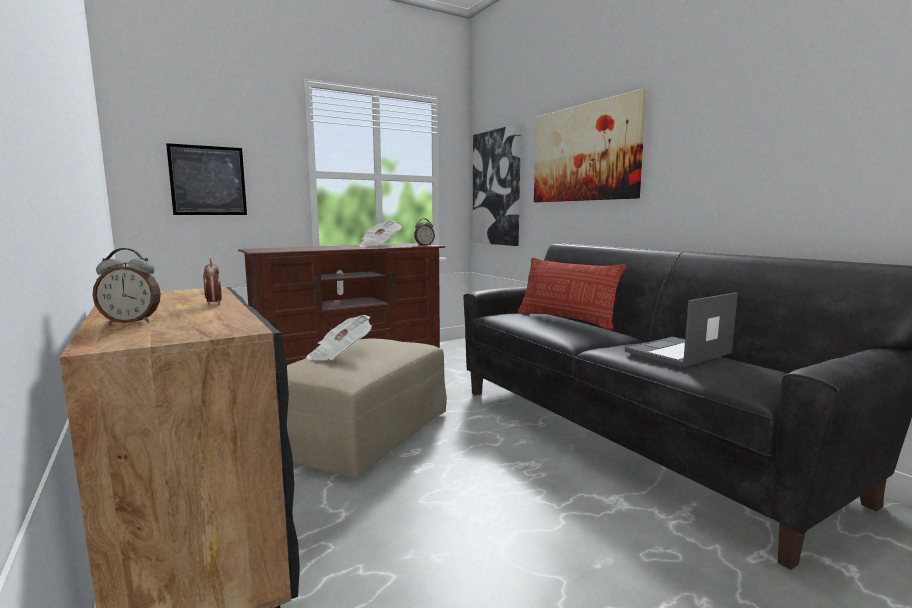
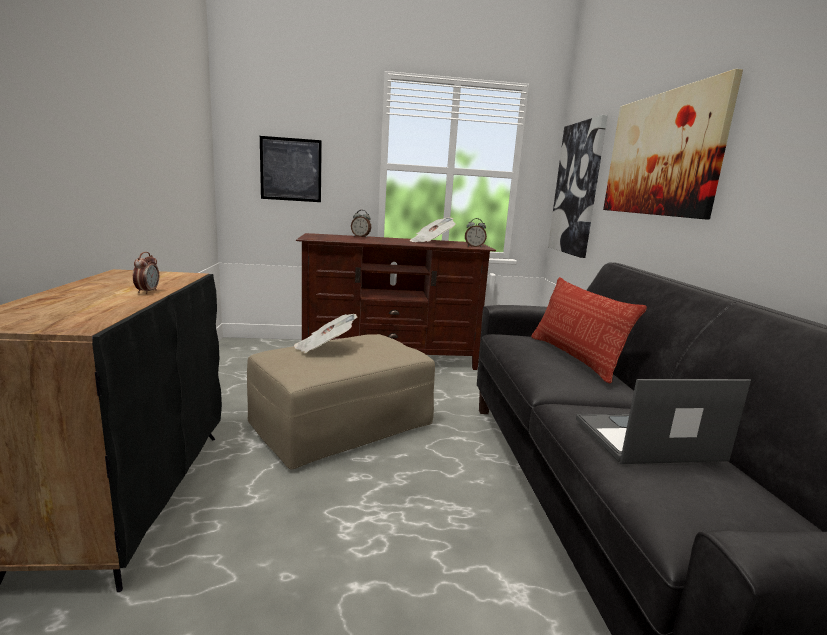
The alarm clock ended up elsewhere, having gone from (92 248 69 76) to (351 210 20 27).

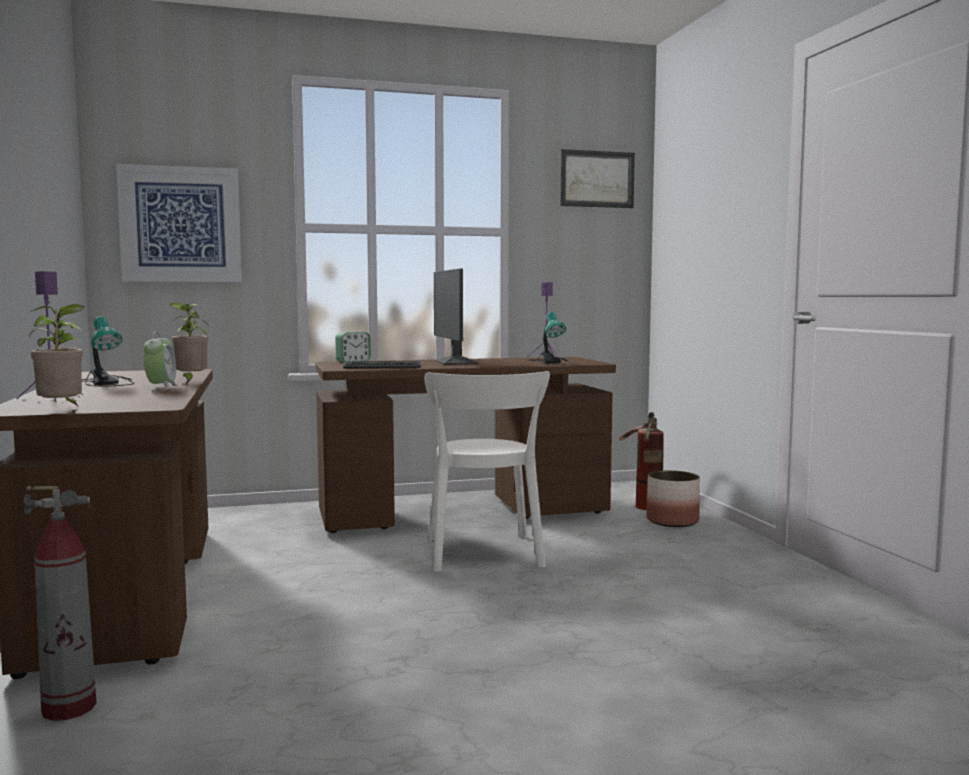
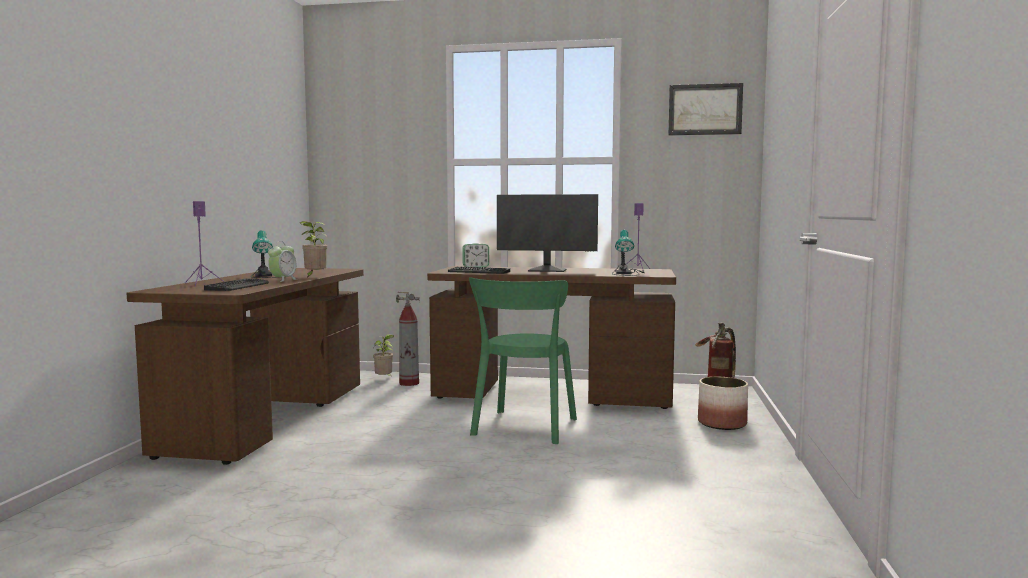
The second view lost the wall picture at (116 164 126 118).
The computer display at (434 268 45 97) ended up facing another way, 90 degrees counterclockwise from before.
The houseplant ended up elsewhere, having gone from (29 304 56 103) to (373 334 21 43).
What was the chair (white-coloured) at (424 371 126 201) turned into the chair (green) at (469 277 108 167).
The fire-fighting cylinder ended up elsewhere, having gone from (24 486 72 235) to (396 292 24 94).
The second view gained the computer keyboard at (204 278 65 13).

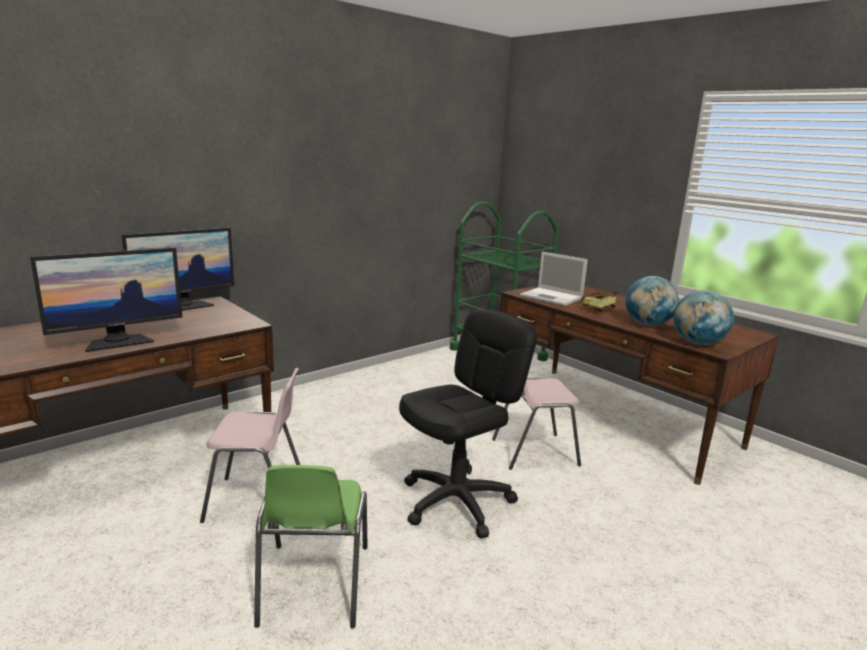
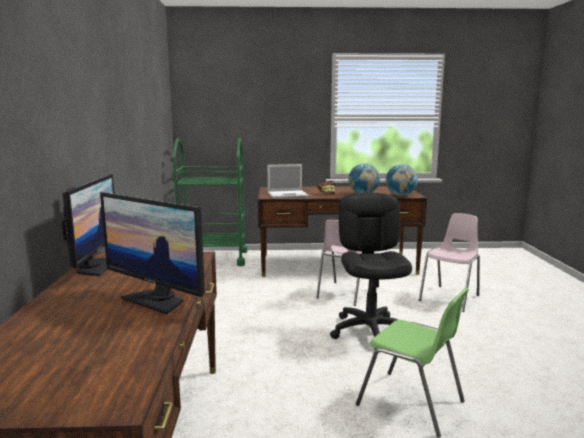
The computer display at (30 248 152 104) ended up facing another way, 120 degrees clockwise from before.
The chair (pinkish) ended up elsewhere, having gone from (200 368 100 155) to (419 213 61 99).

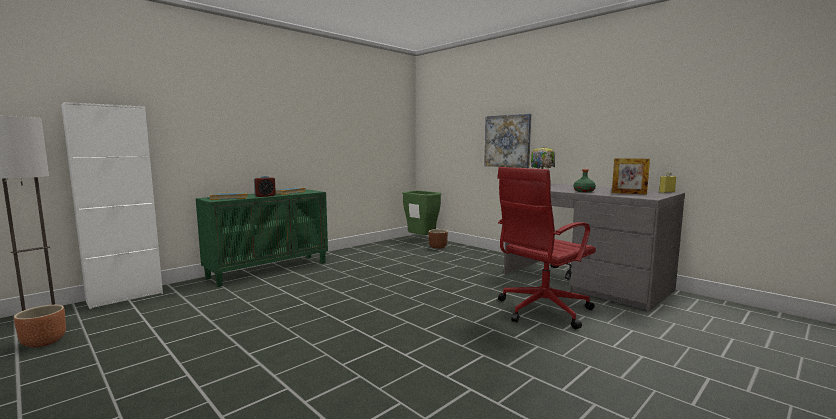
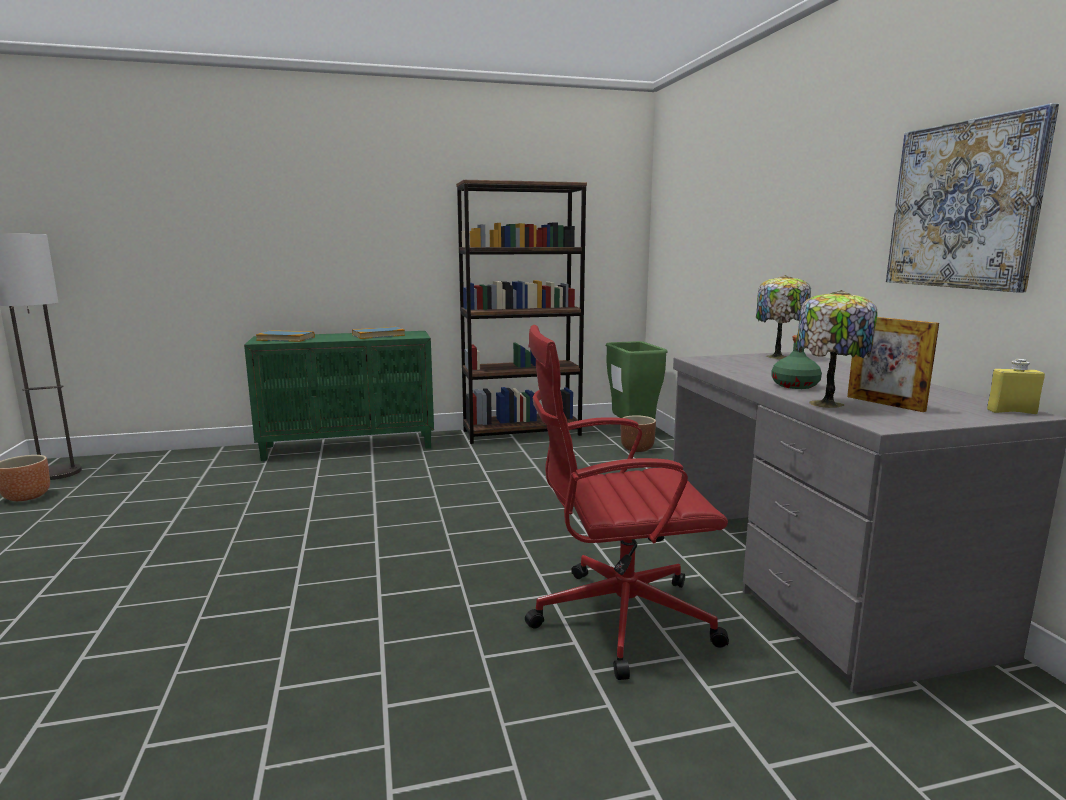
The second view lost the storage cabinet (white-coloured) at (61 102 102 207).
The wall picture ended up elsewhere, having gone from (484 114 47 54) to (886 103 173 190).
The second view lost the alarm clock at (254 176 22 21).
The second view gained the shelving unit (brown) at (456 180 131 264).
The second view gained the table lamp at (796 290 82 118).

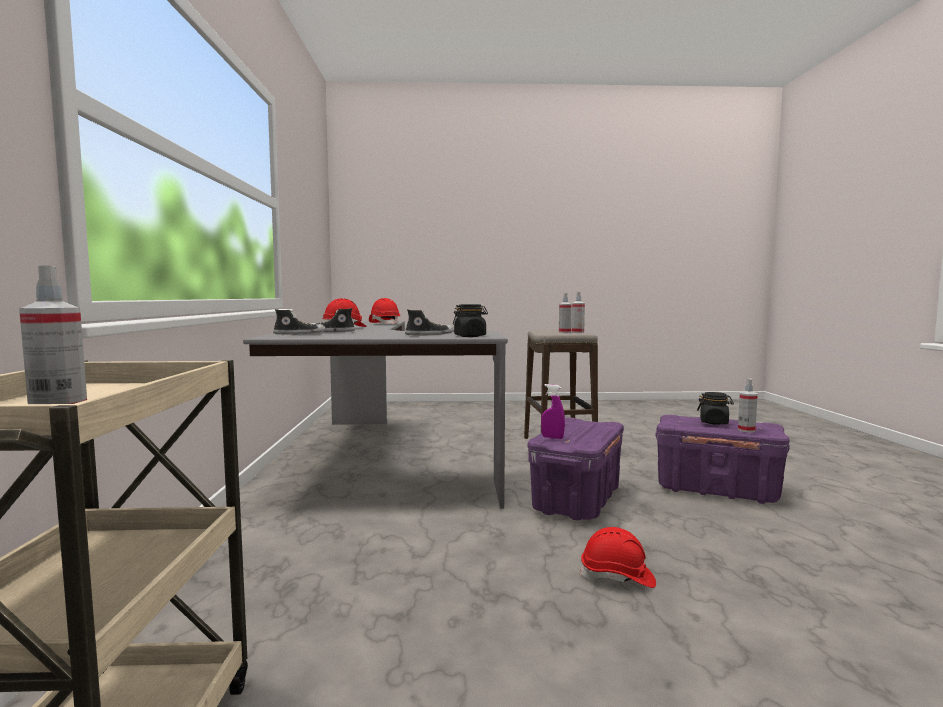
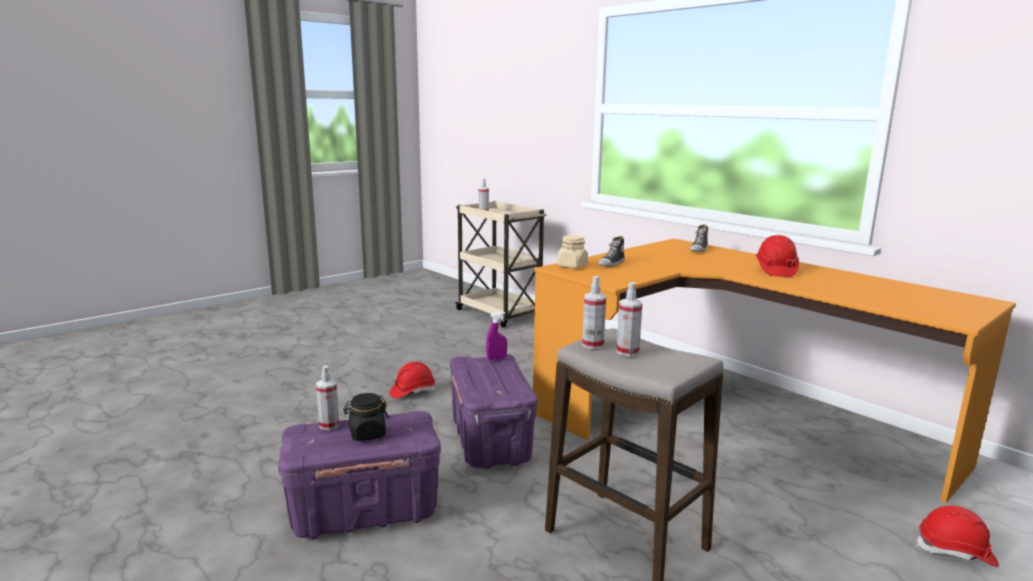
The work helmet (red) ended up elsewhere, having gone from (369 298 31 27) to (916 506 83 61).
What was the storage jar (black) at (453 304 35 33) turned into the storage jar (sand-coloured) at (557 235 31 33).
The second view lost the shoe at (311 308 44 24).
What was the desk table (grey) at (243 321 265 188) turned into the desk table (orange-coloured) at (533 239 483 264).

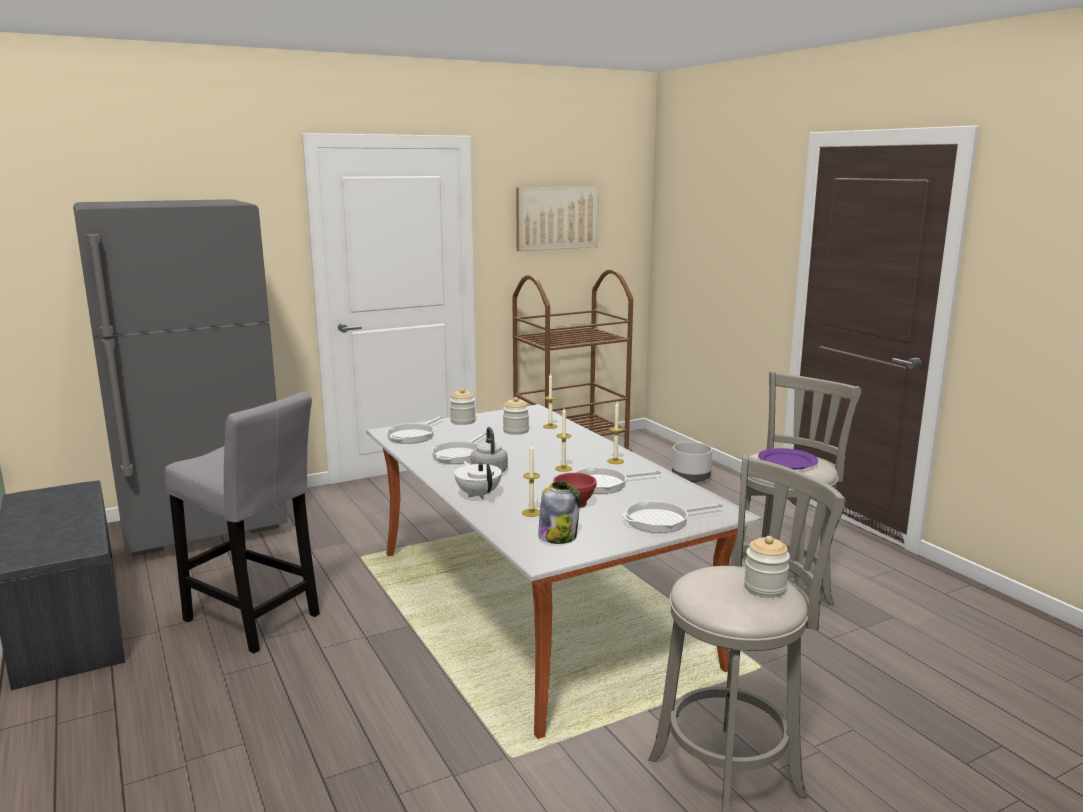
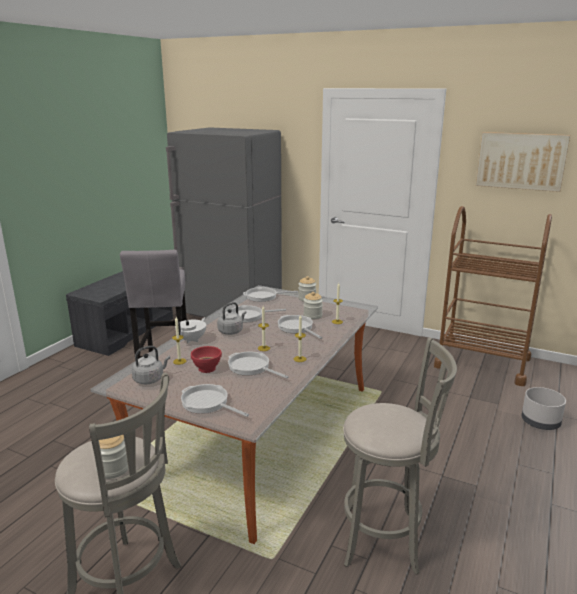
The second view lost the plate (purplish) at (758 448 60 22).
Where the storage jar stood at (538 481 42 63), the tea kettle (grey) came to stand at (132 346 38 38).
The second view gained the skillet at (278 315 44 24).

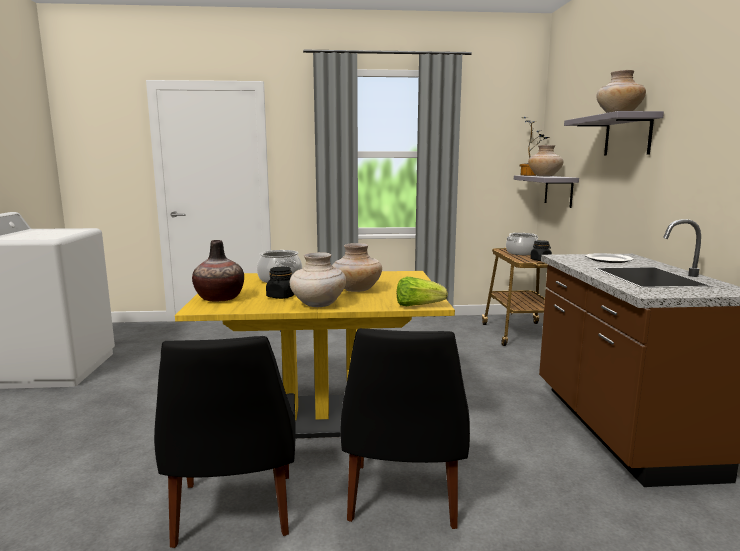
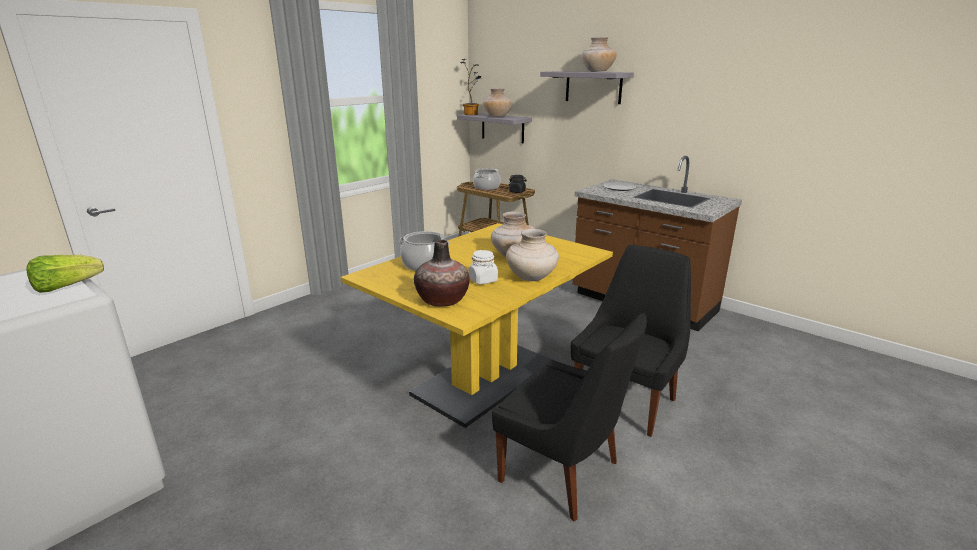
What was the storage jar (black) at (266 267 29 32) turned into the storage jar (white-coloured) at (469 250 29 34).
The lettuce head ended up elsewhere, having gone from (397 277 51 29) to (26 255 78 38).
The chair (black) at (341 328 129 201) ended up facing another way, 105 degrees counterclockwise from before.

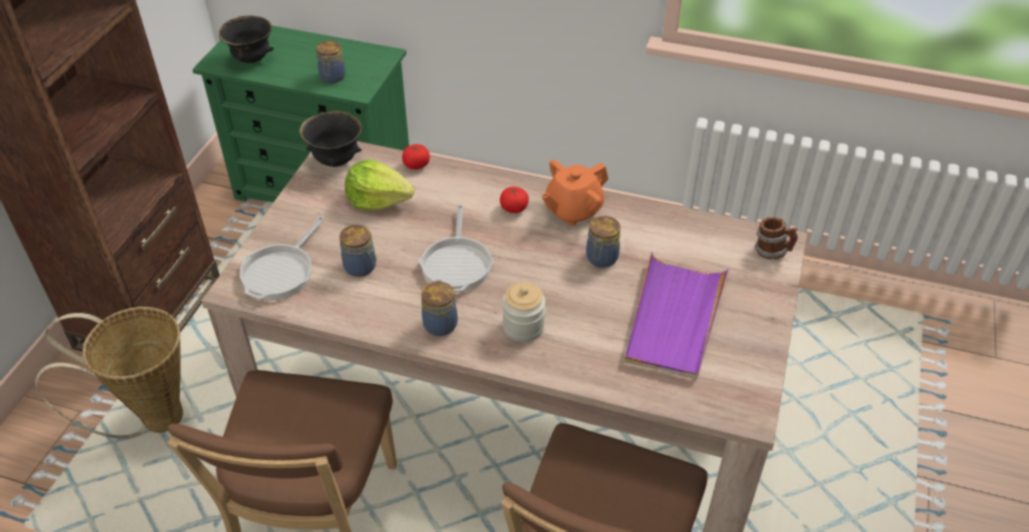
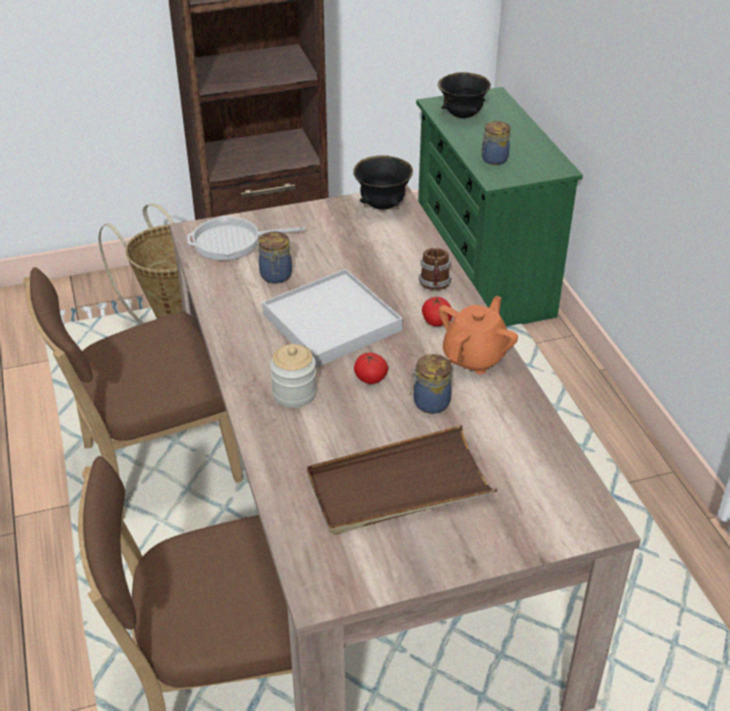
The tomato ended up elsewhere, having gone from (402 144 28 26) to (354 353 34 31).
The second view lost the lettuce head at (345 159 70 52).
The tea pot (orange-coloured) at (541 160 67 66) ended up facing another way, 105 degrees clockwise from before.
Where the skillet stood at (419 205 75 87), the carrying tray (white-coloured) came to stand at (262 269 140 99).
The tea mug ended up elsewhere, having gone from (755 217 43 42) to (419 248 33 42).
What was the carrying tray (purplish) at (624 252 105 127) turned into the carrying tray (brown) at (307 425 190 110).
The second view lost the storage jar at (421 280 37 56).

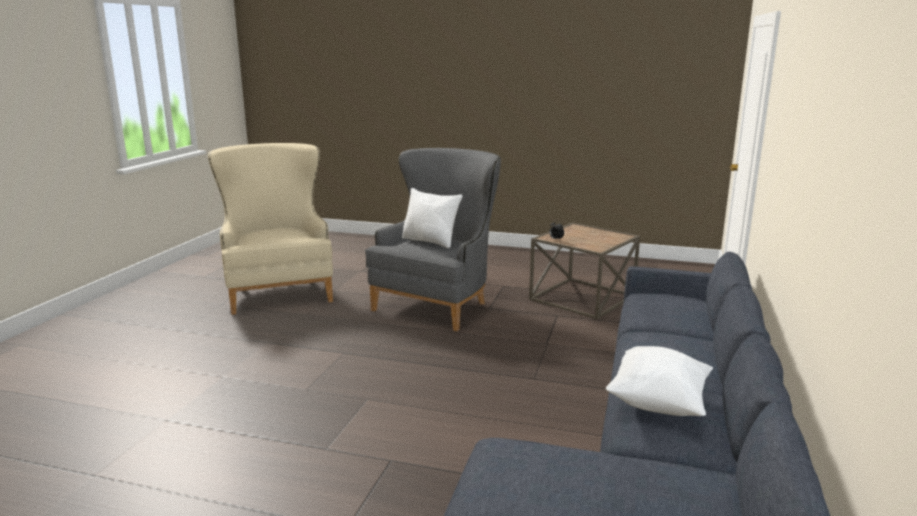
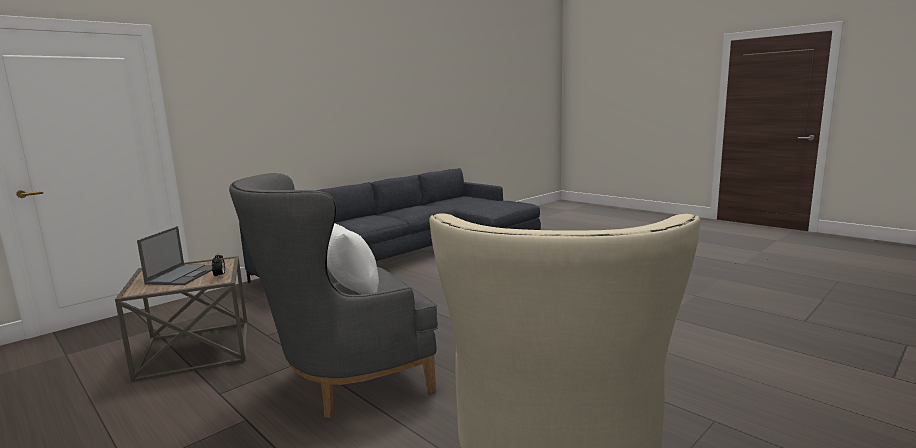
The second view lost the pillow (white-coloured) at (606 346 107 70).
The second view gained the laptop at (137 226 75 59).

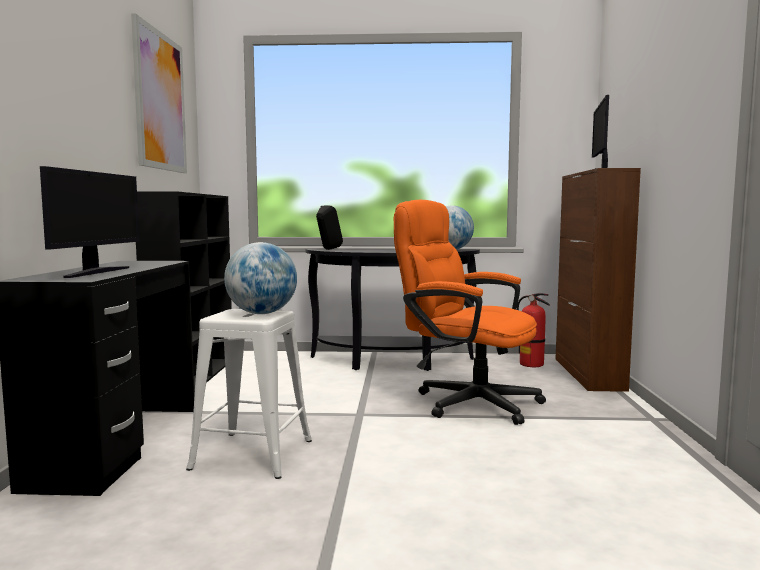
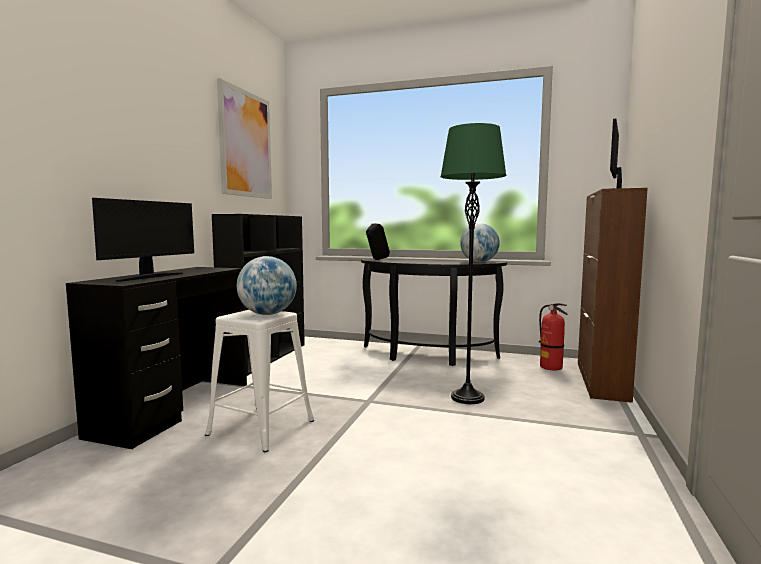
Where the desk chair (orange-coloured) stood at (394 200 152 225), the standard lamp (green) came to stand at (441 123 65 281).

